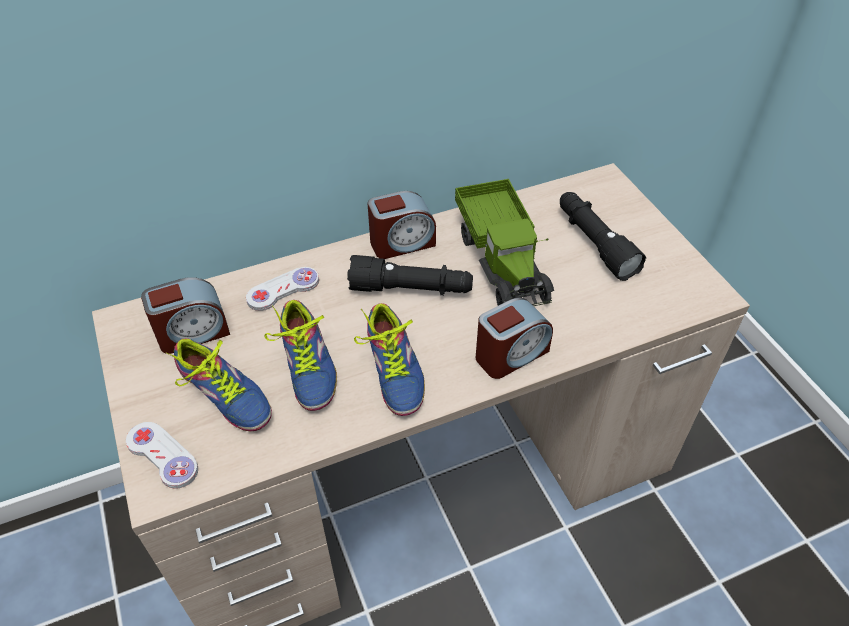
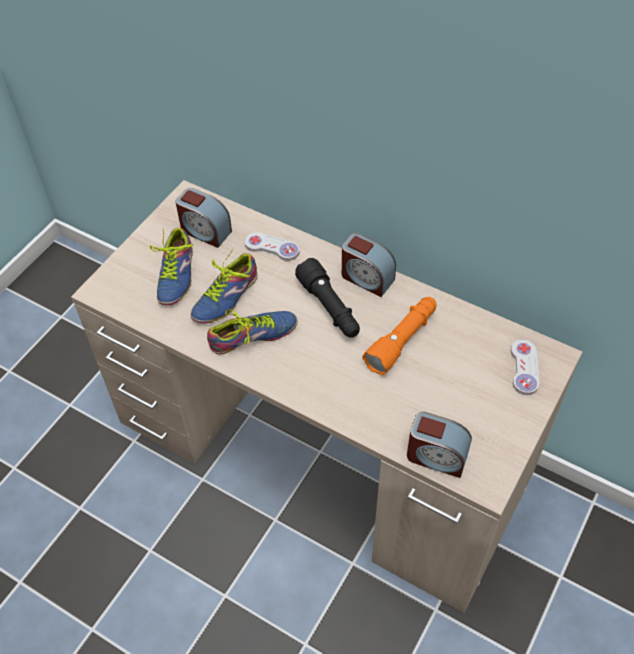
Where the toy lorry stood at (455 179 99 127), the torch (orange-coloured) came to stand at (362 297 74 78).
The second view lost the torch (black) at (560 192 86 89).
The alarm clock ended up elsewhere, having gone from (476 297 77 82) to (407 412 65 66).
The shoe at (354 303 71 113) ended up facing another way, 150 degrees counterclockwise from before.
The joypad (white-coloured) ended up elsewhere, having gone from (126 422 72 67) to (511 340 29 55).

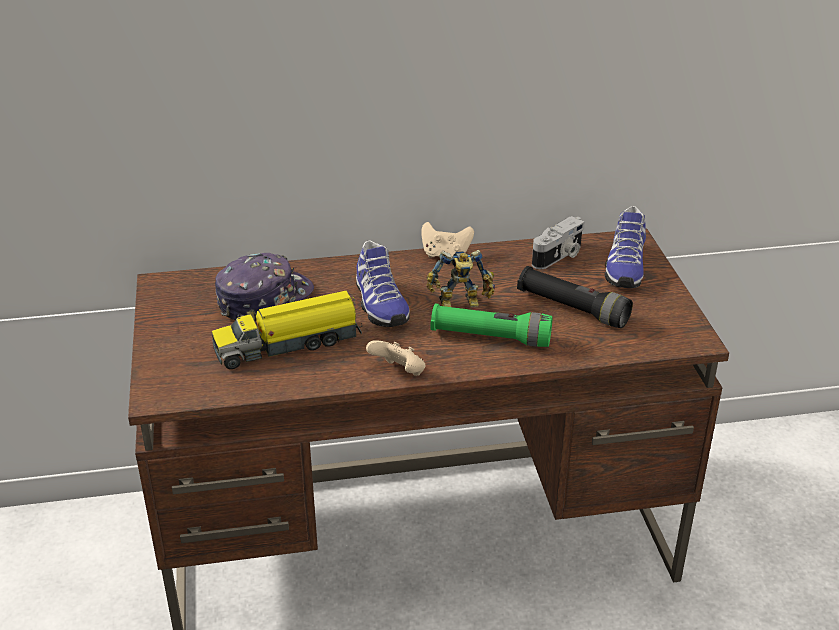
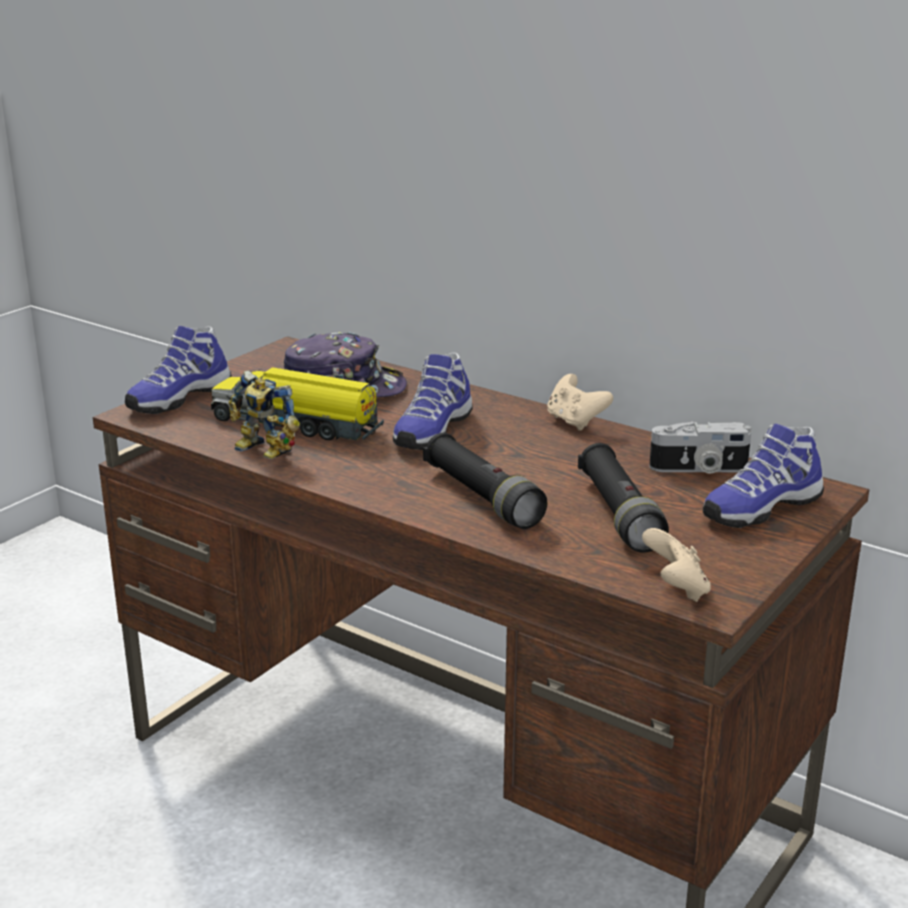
The model robot ended up elsewhere, having gone from (426 250 69 57) to (229 370 71 89).
What was the torch (green) at (431 303 122 44) turned into the torch (black) at (423 433 124 96).
The joypad (sand-coloured) ended up elsewhere, having gone from (366 340 60 36) to (642 528 69 74).
The second view gained the shoe at (125 326 107 88).

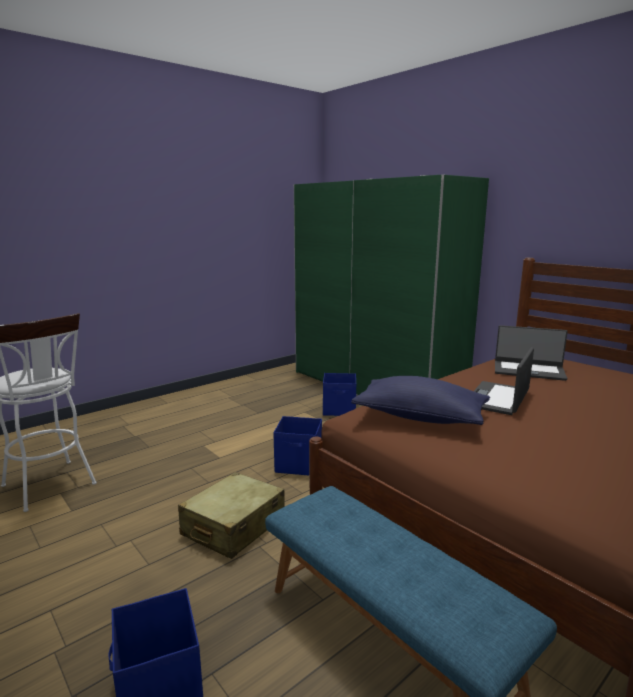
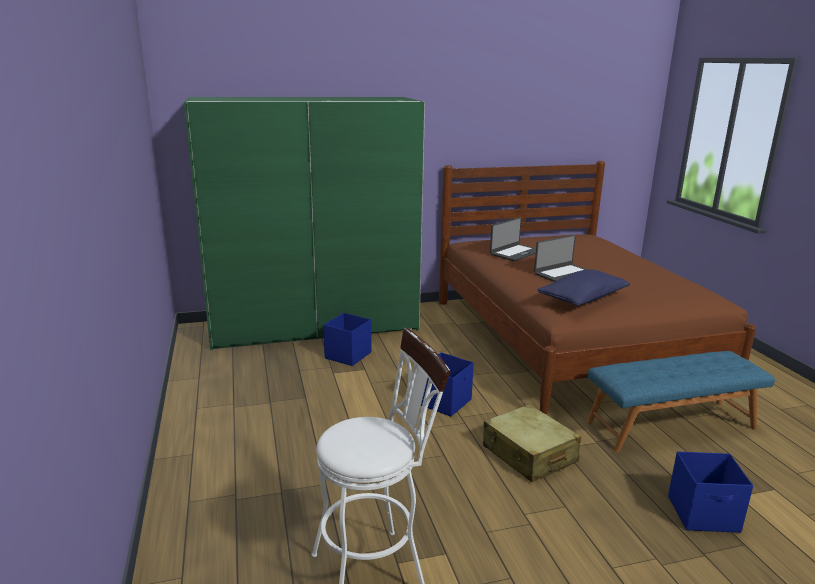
The laptop at (474 347 60 68) ended up facing another way, 90 degrees counterclockwise from before.

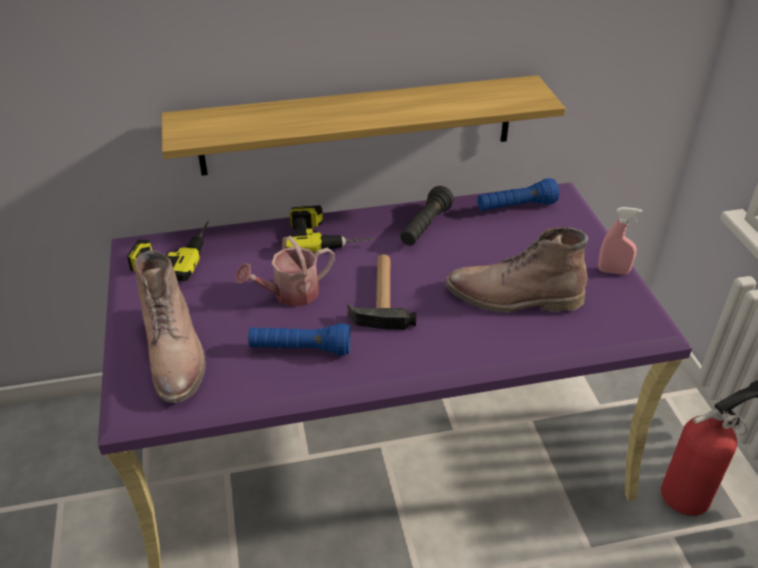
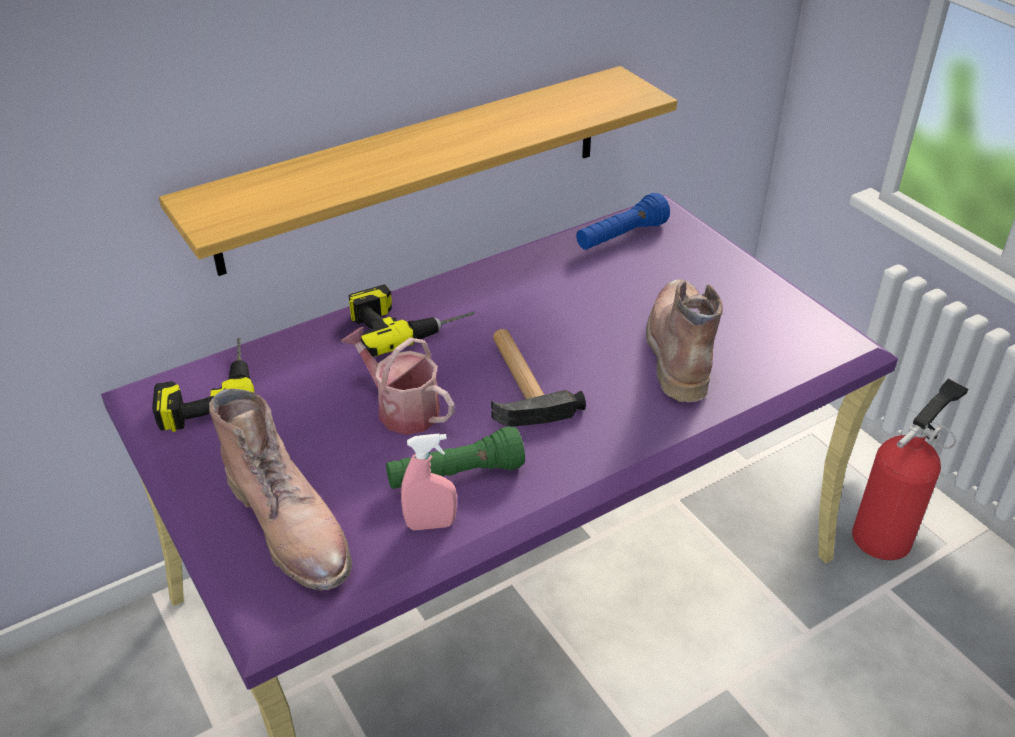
The second view lost the torch (black) at (400 186 54 60).
The spray bottle (pinkish) ended up elsewhere, having gone from (598 207 45 68) to (401 434 56 97).
The boot (brown) at (446 227 142 86) ended up facing another way, 105 degrees clockwise from before.
The watering pot at (236 236 99 71) ended up facing another way, 90 degrees clockwise from before.
What was the torch (blue-coloured) at (248 323 102 33) turned into the torch (green) at (386 426 139 63).

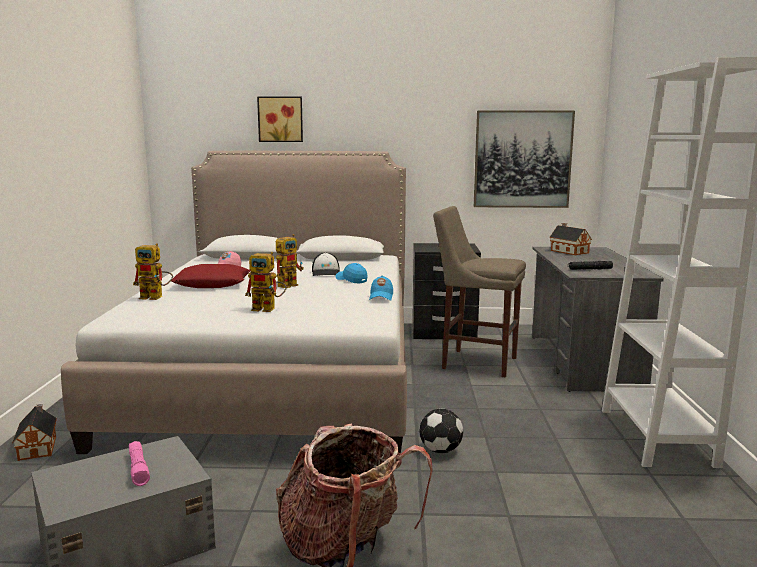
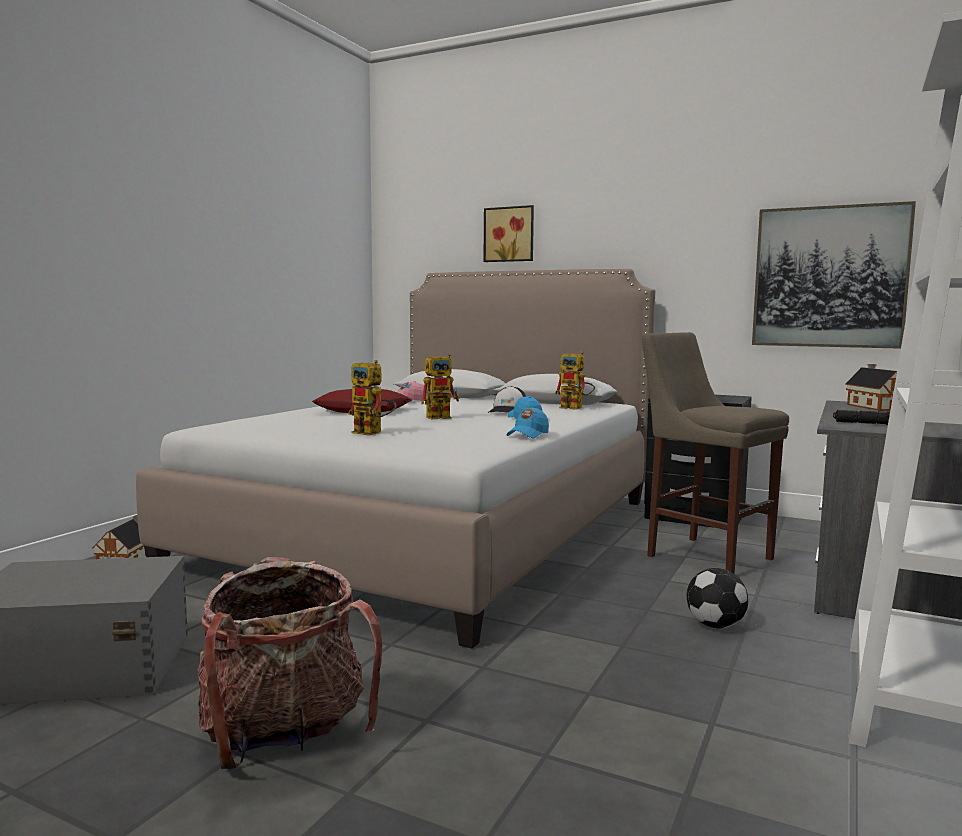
The model robot ended up elsewhere, having gone from (133 243 40 57) to (555 351 40 59).
The ball for football ended up elsewhere, having gone from (419 408 44 45) to (687 568 61 61).
The second view lost the torch (pinkish) at (129 441 21 45).

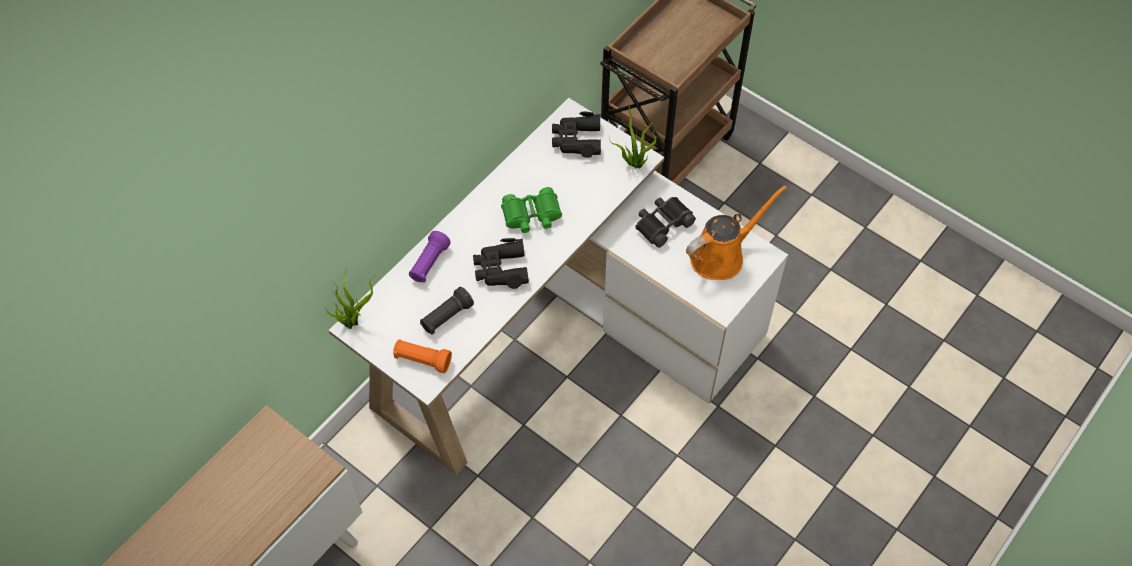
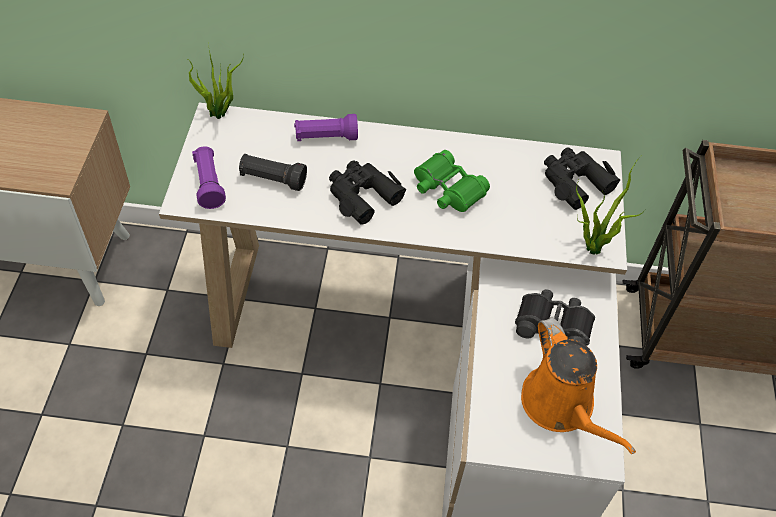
The watering pot (orange-coloured) at (686 185 101 95) ended up facing another way, 45 degrees clockwise from before.
What was the torch (orange-coloured) at (393 339 59 34) turned into the torch (purplish) at (192 146 34 63).

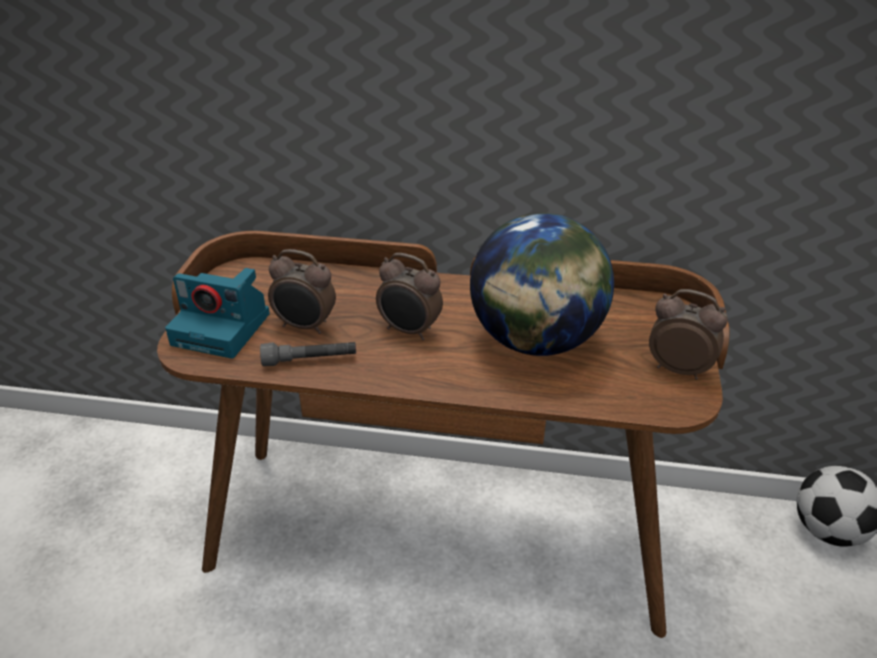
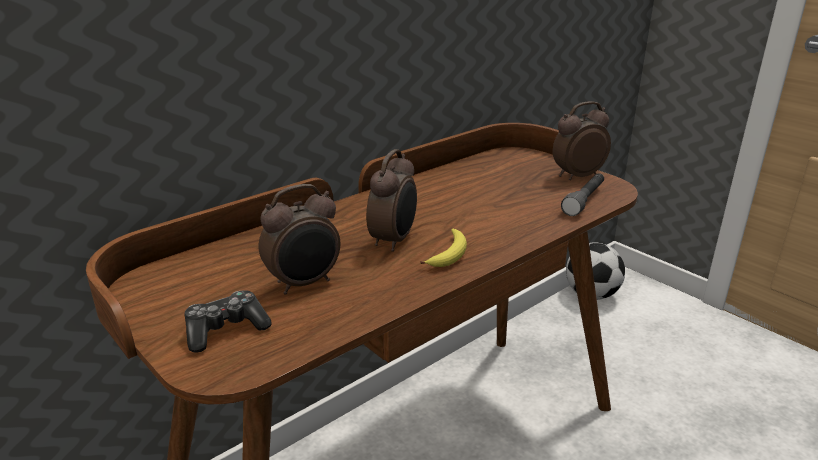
The second view lost the globe at (470 213 144 143).
The alarm clock at (376 253 67 87) ended up facing another way, 45 degrees counterclockwise from before.
Where the photo camera stood at (165 268 105 91), the joypad came to stand at (184 290 88 63).
The torch (grey) ended up elsewhere, having gone from (260 342 96 24) to (561 173 43 43).
The second view gained the whole banana at (420 229 47 38).

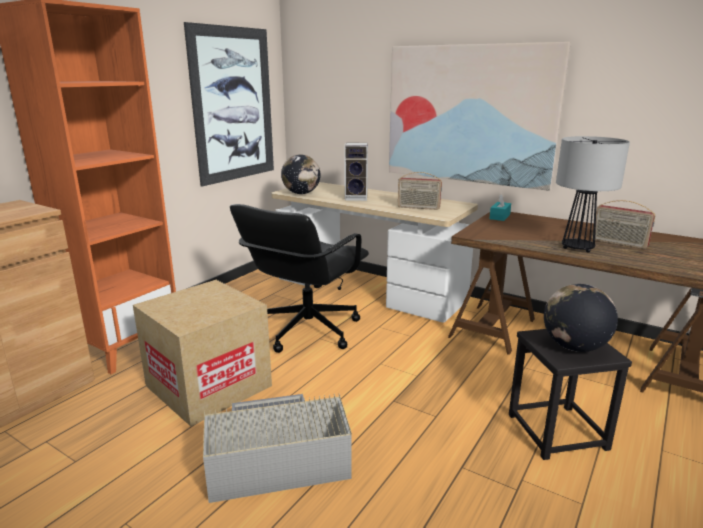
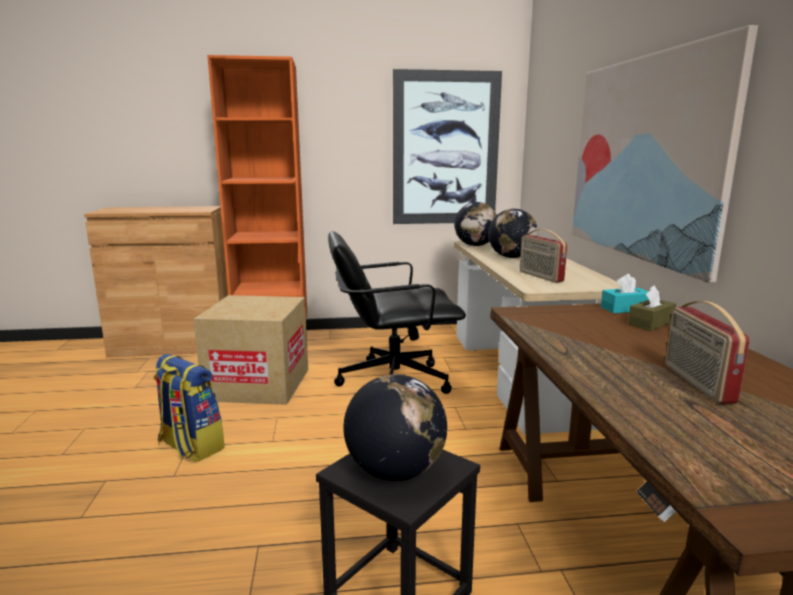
The second view lost the table lamp at (556 136 74 117).
Where the speaker stood at (344 142 24 59), the globe came to stand at (488 209 51 49).
Where the storage bin (grey) stood at (203 394 149 109), the knapsack came to stand at (153 354 72 108).
The second view gained the tissue box (brown) at (628 285 48 46).

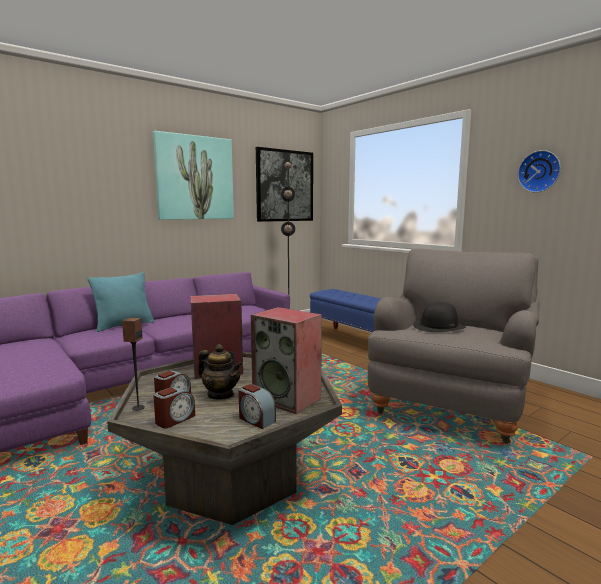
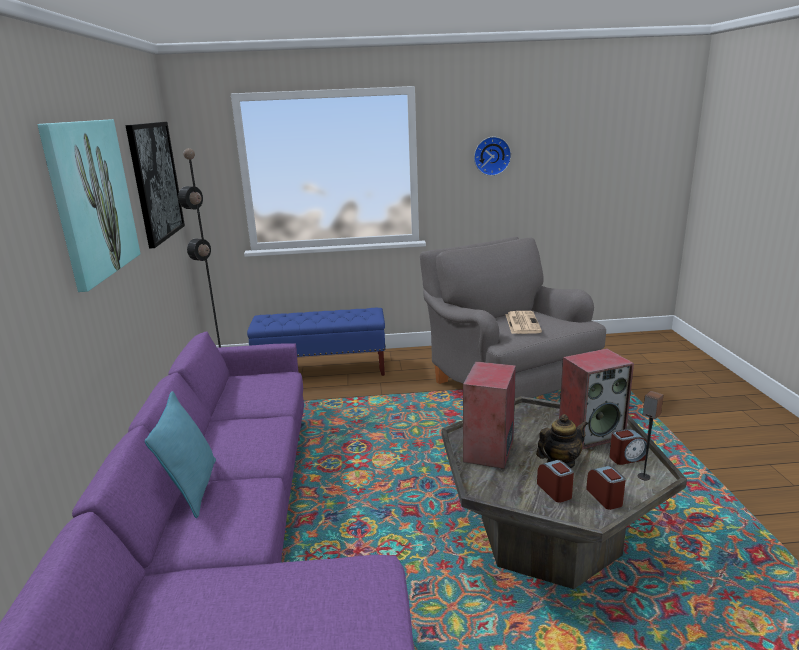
Where the clothing hat (black) stood at (413 302 53 30), the daily paper came to stand at (505 311 37 23).
The speaker ended up elsewhere, having gone from (122 317 23 94) to (638 391 25 89).

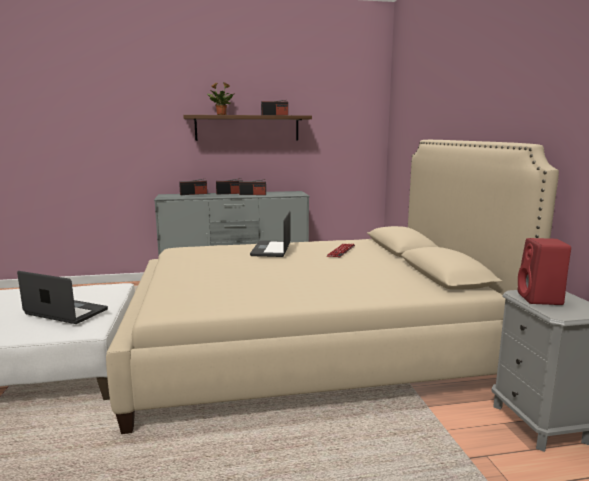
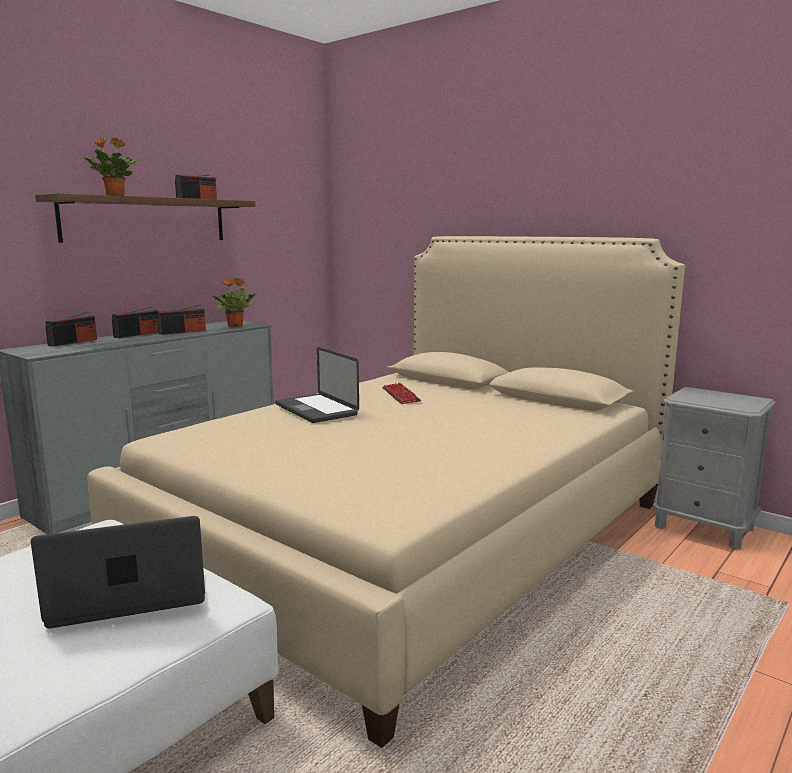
The second view lost the speaker (red) at (518 238 53 67).
The second view gained the houseplant at (212 278 45 49).

